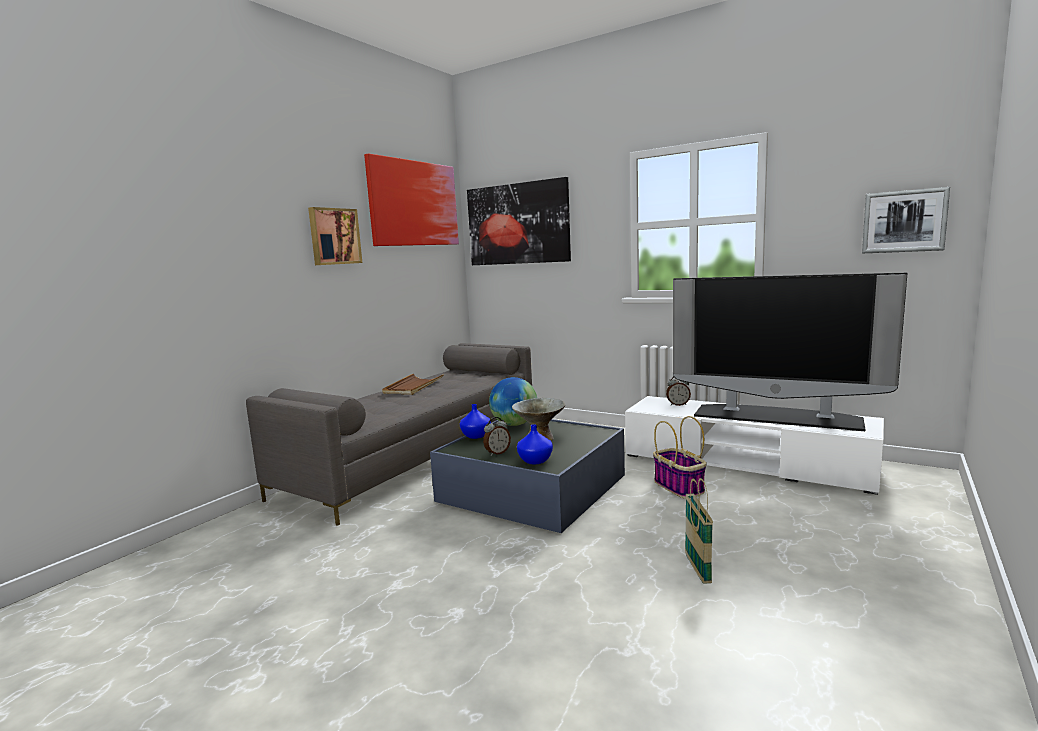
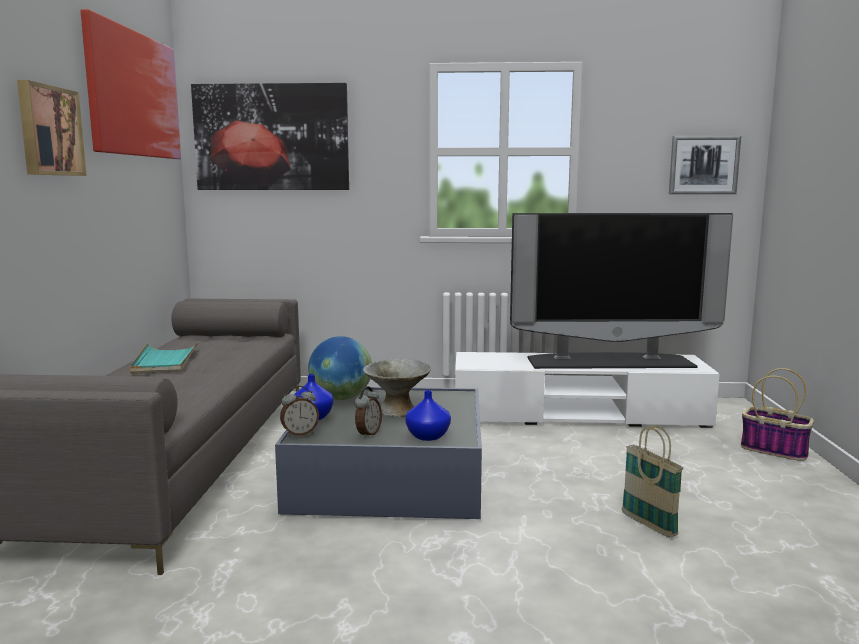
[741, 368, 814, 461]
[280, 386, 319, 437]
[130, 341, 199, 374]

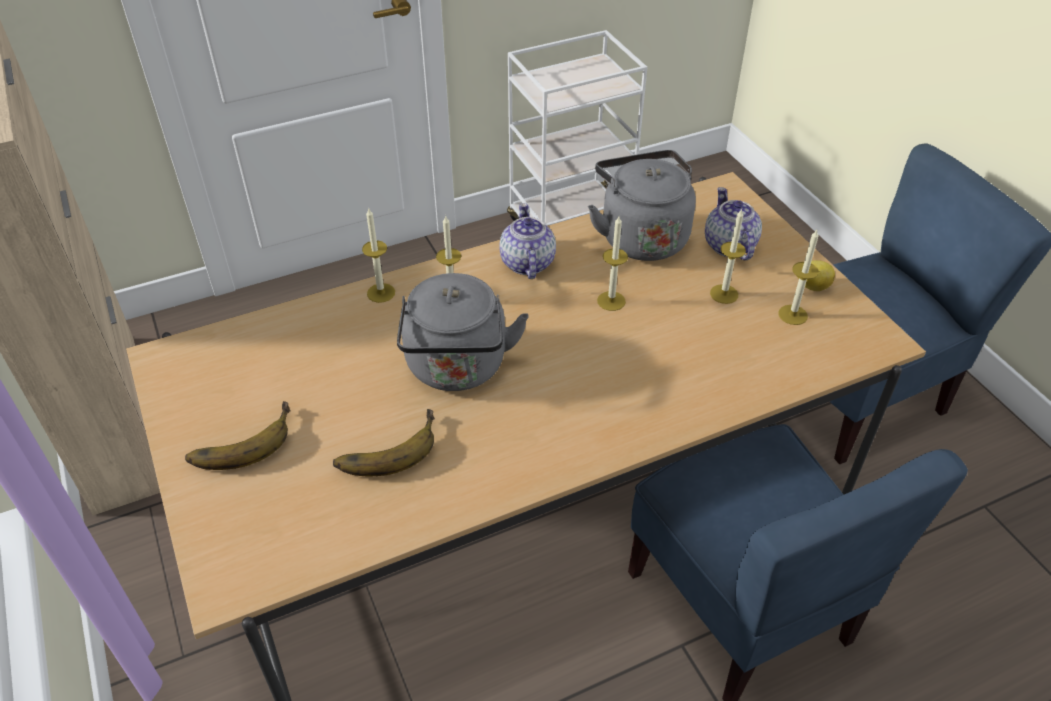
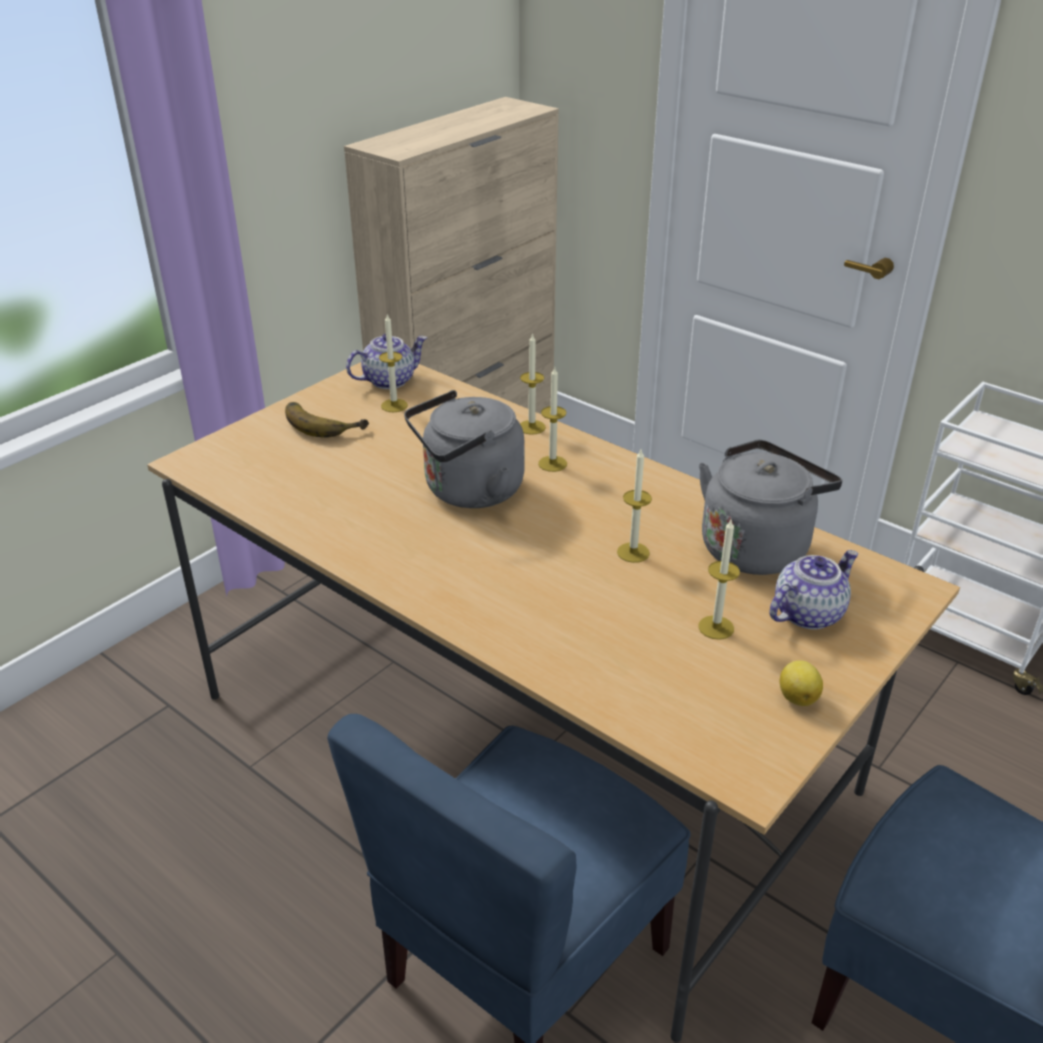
[333, 409, 435, 477] (first image)
[346, 333, 427, 389]
[379, 313, 408, 412]

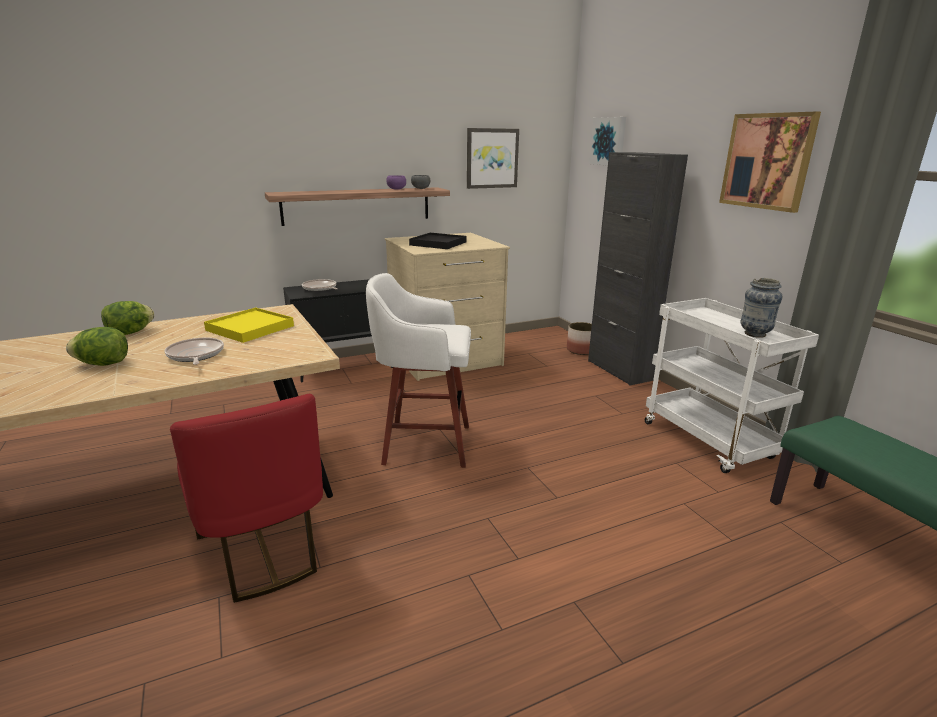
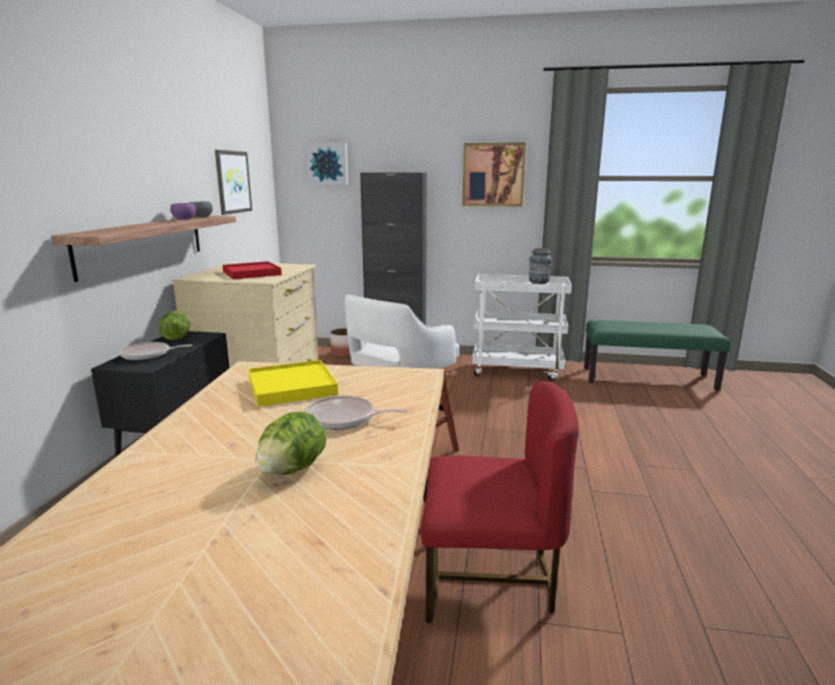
[159, 311, 190, 340]
[222, 261, 282, 279]

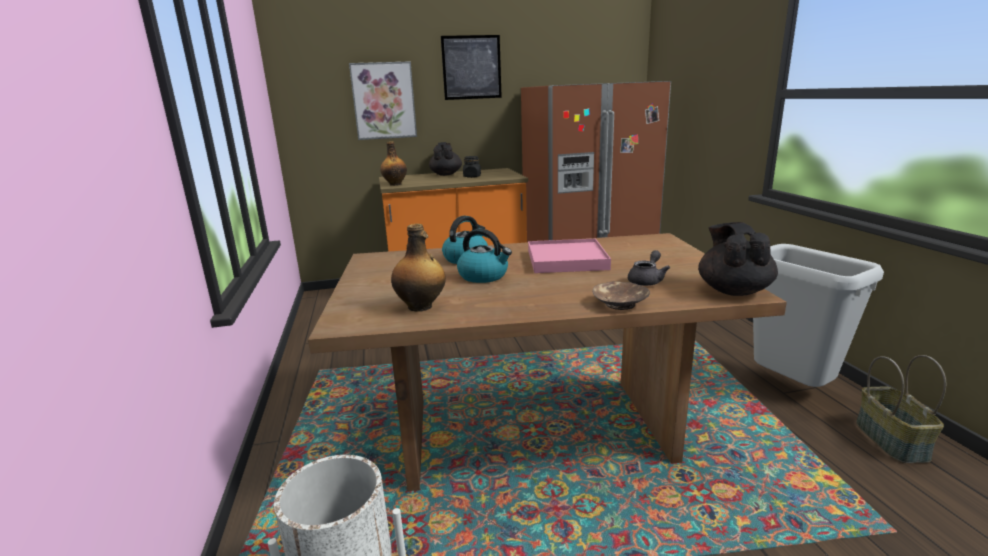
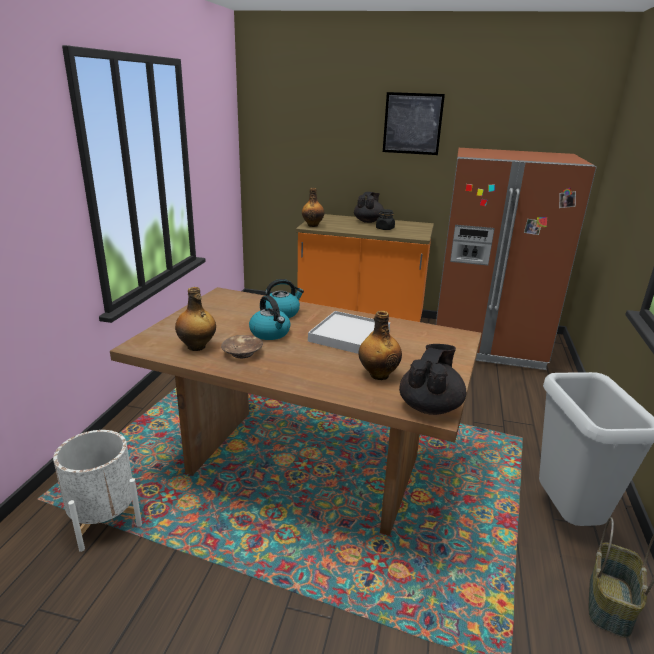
[349, 61, 417, 140] (first image)
[221, 335, 263, 358]
[358, 311, 402, 380]
[308, 311, 390, 354]

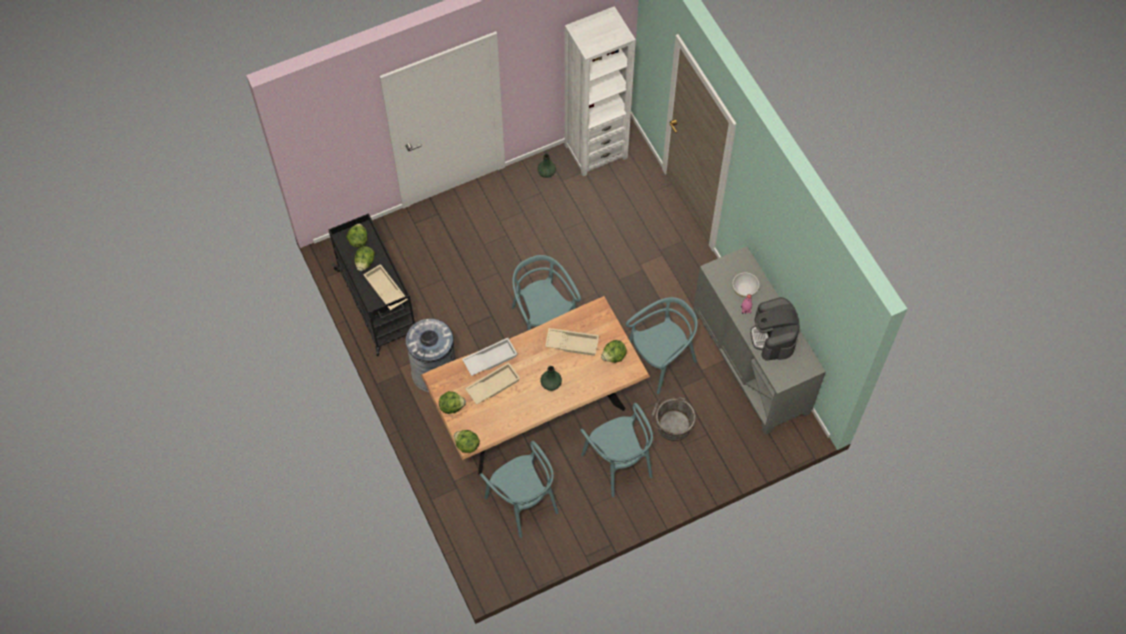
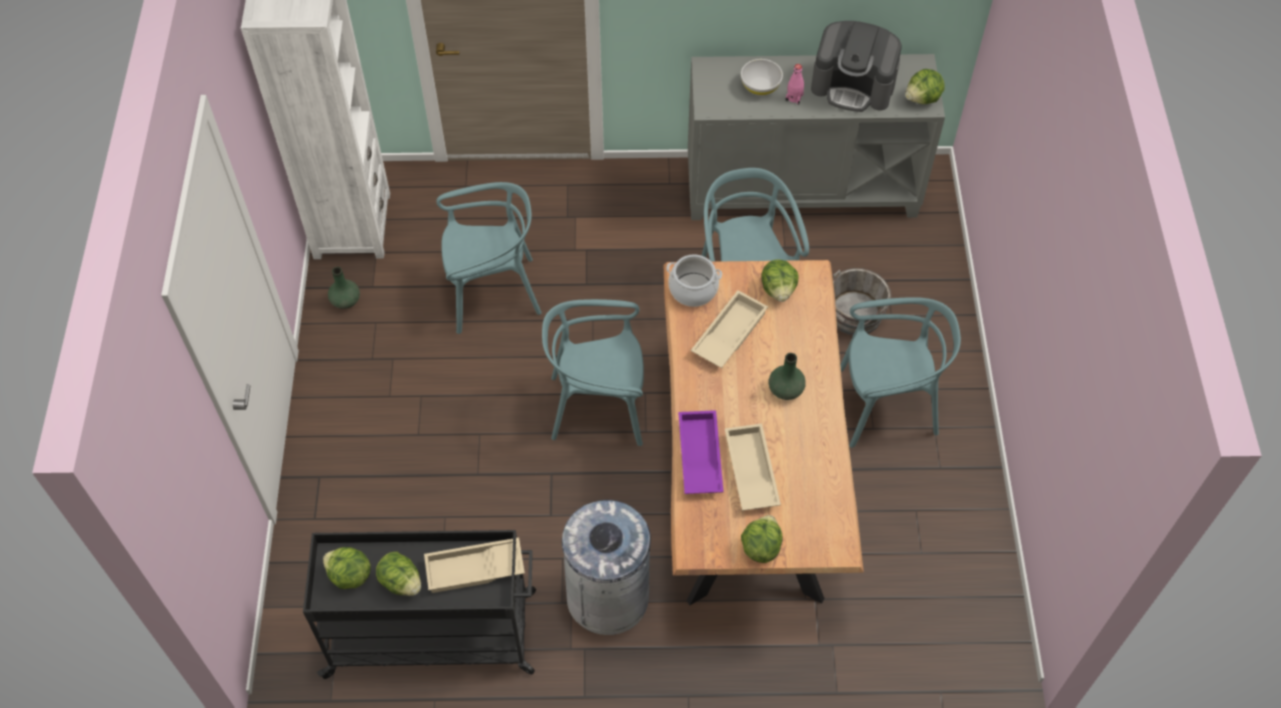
[667, 254, 722, 307]
[905, 69, 945, 104]
[436, 182, 542, 334]
[678, 410, 724, 494]

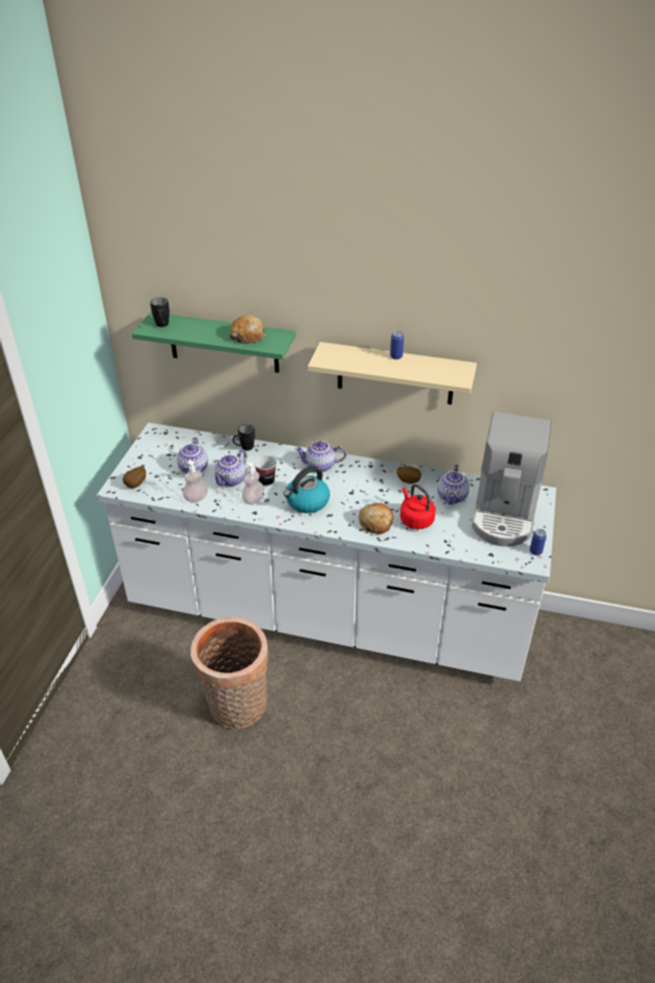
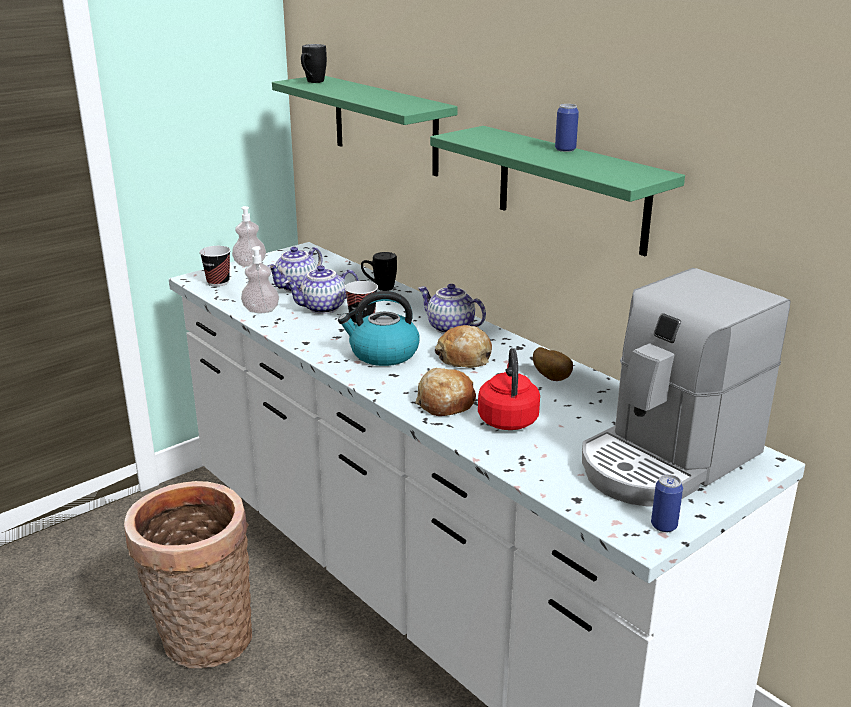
[437, 464, 470, 505] (first image)
[435, 325, 492, 368]
[232, 206, 266, 267]
[199, 246, 231, 286]
[430, 126, 685, 256]

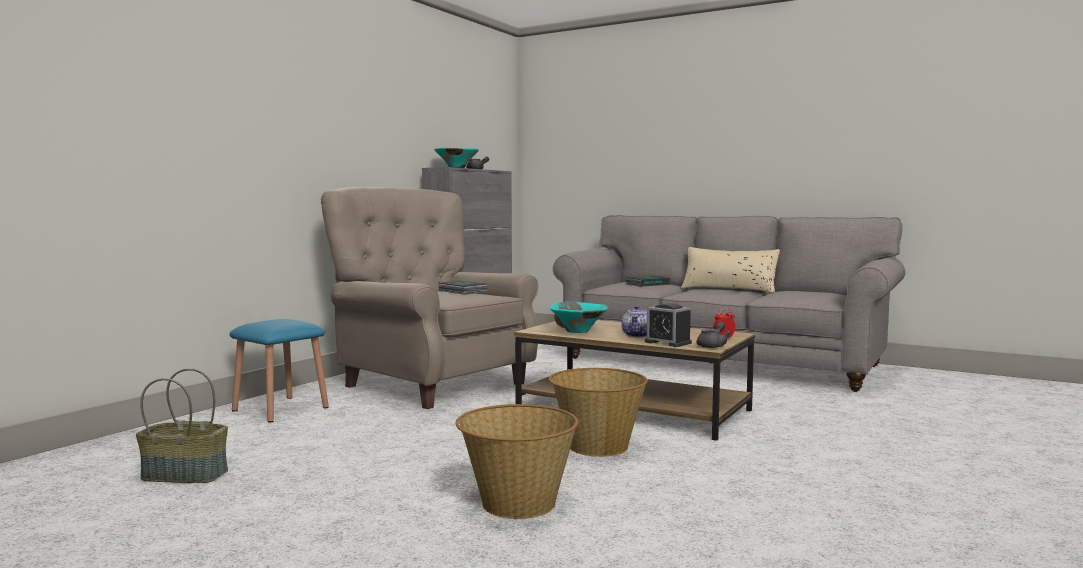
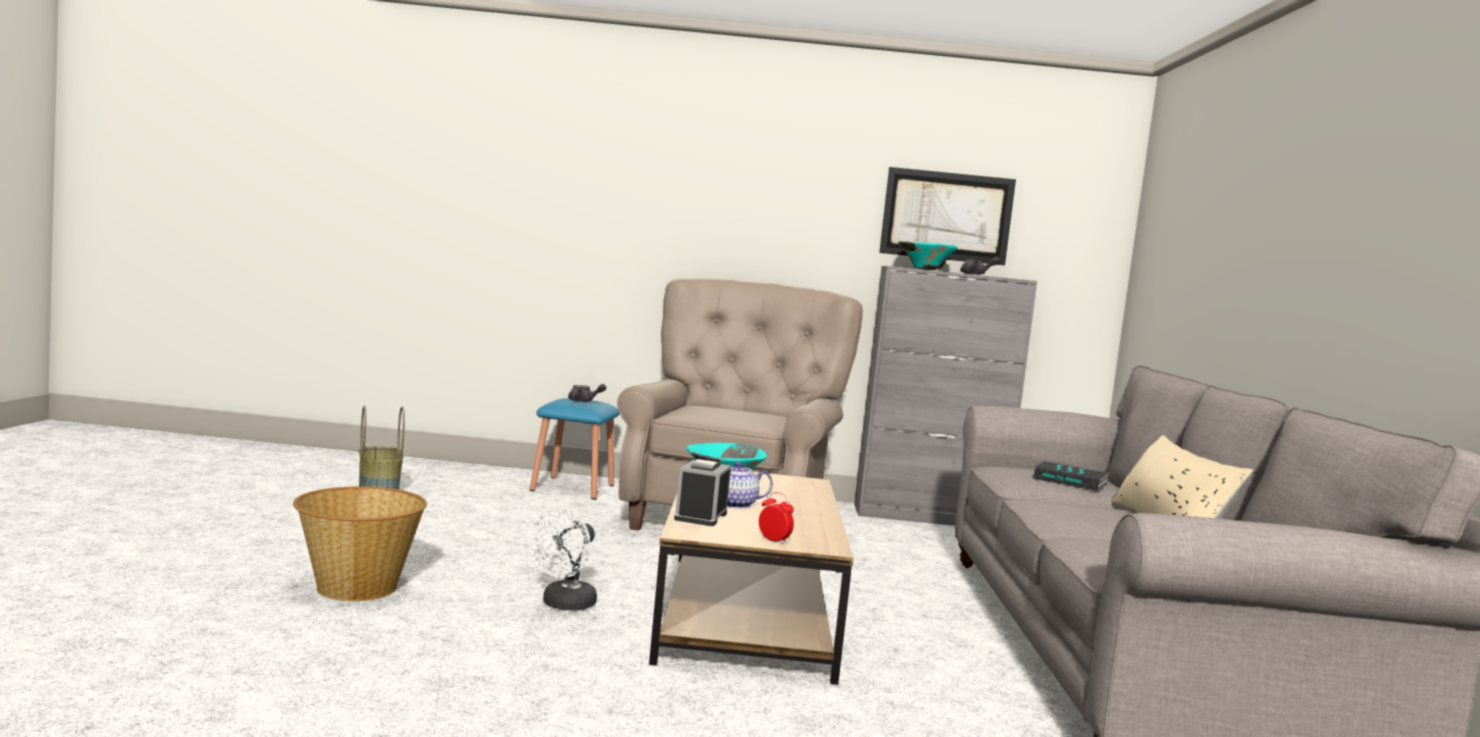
[438, 280, 487, 295] (first image)
[879, 167, 1016, 265]
[568, 384, 606, 402]
[529, 507, 597, 610]

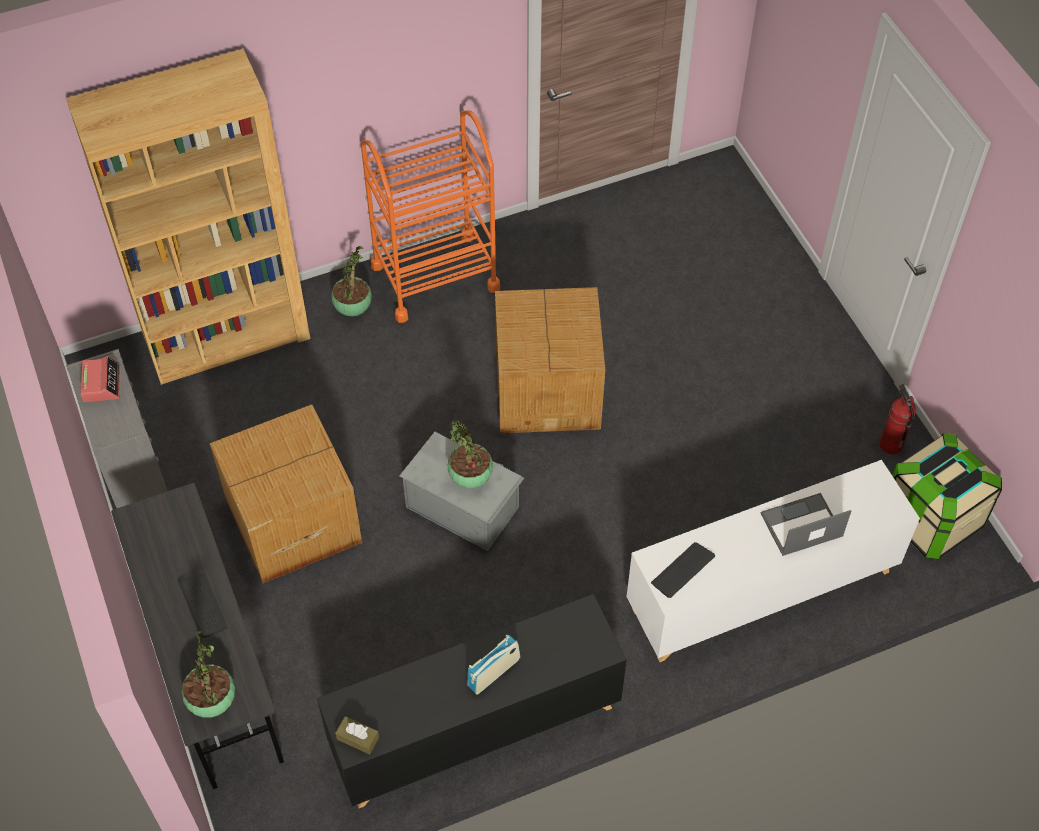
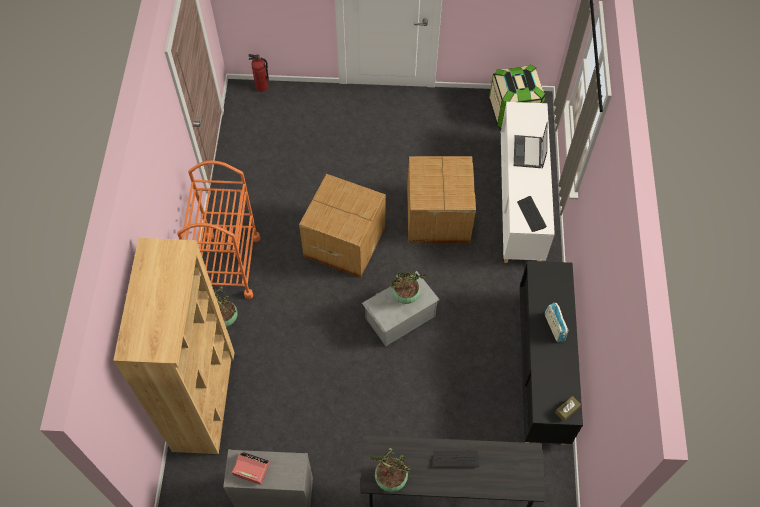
[369, 448, 411, 492]
[407, 156, 476, 243]
[249, 54, 269, 92]

